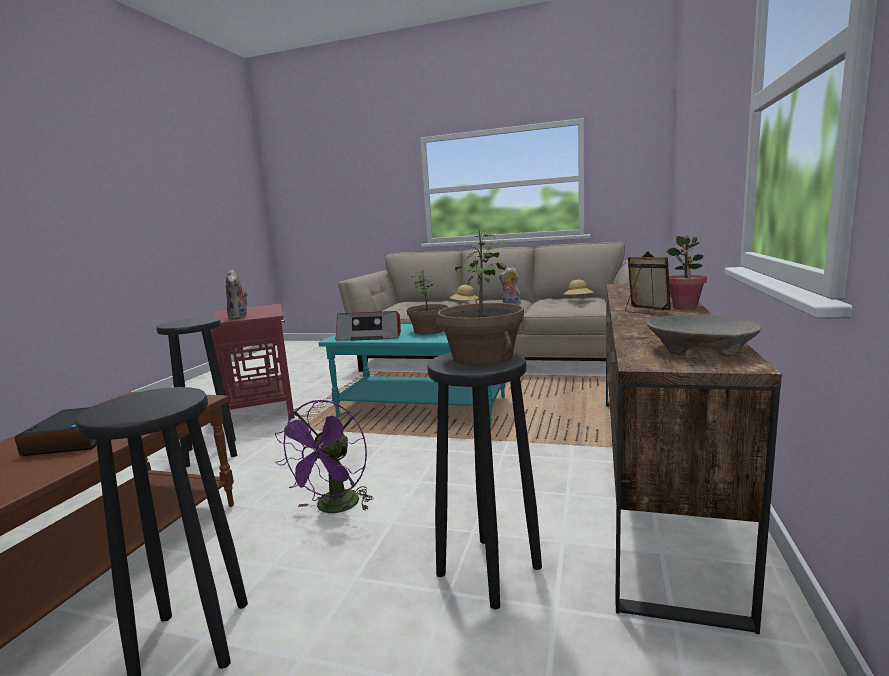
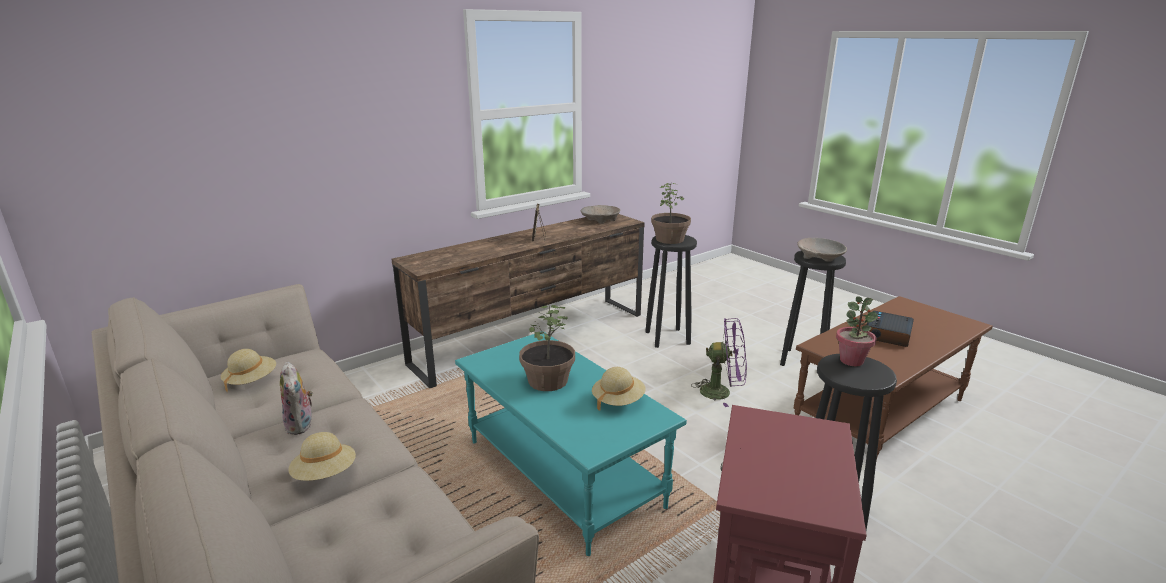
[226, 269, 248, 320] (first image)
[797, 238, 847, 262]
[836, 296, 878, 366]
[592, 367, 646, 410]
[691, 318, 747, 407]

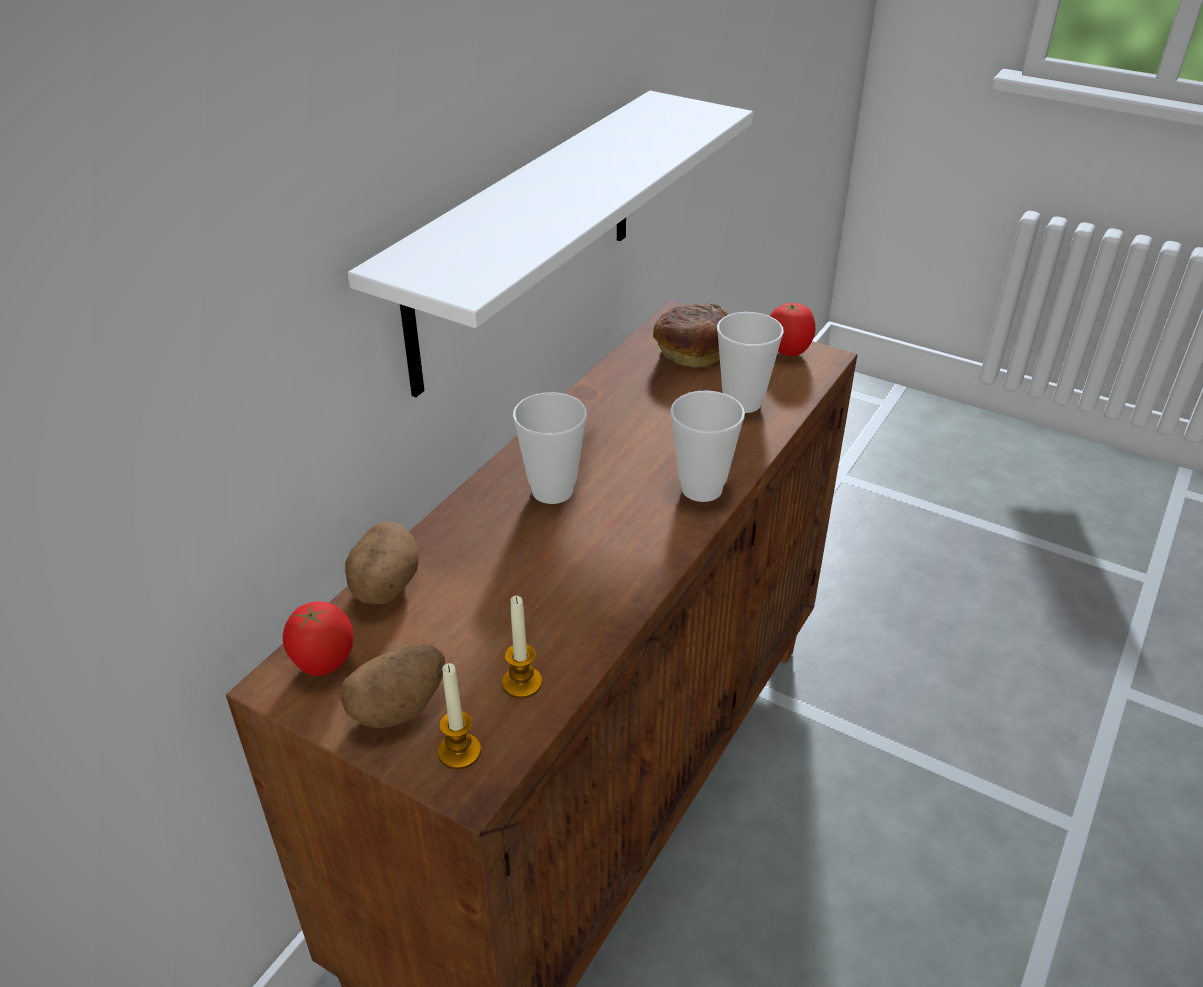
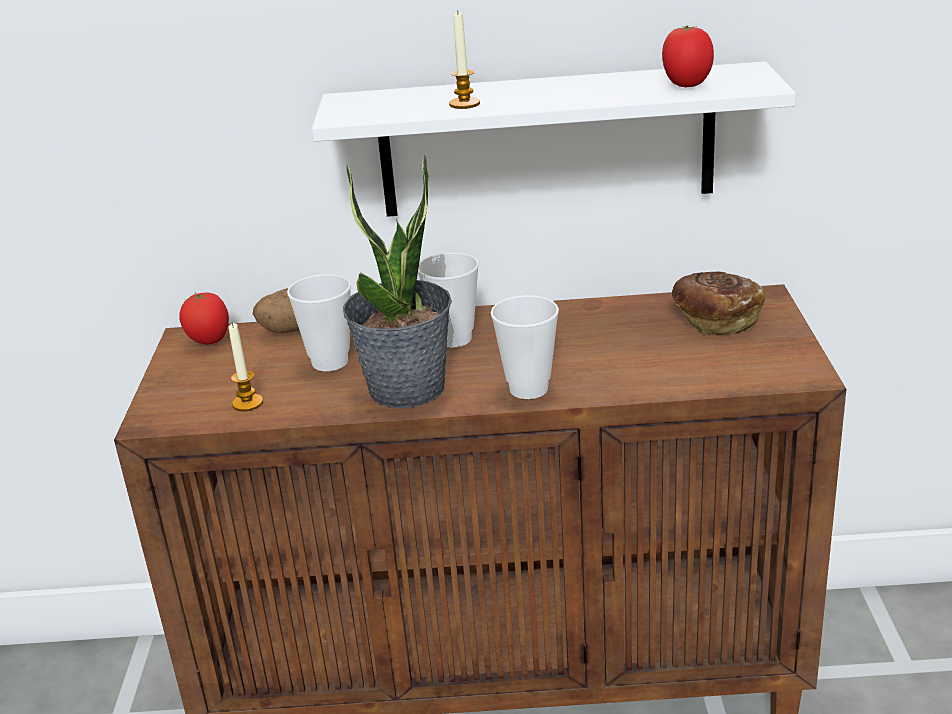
[340, 644, 445, 728] (first image)
[343, 155, 452, 408]
[449, 10, 480, 109]
[287, 274, 351, 371]
[662, 25, 714, 87]

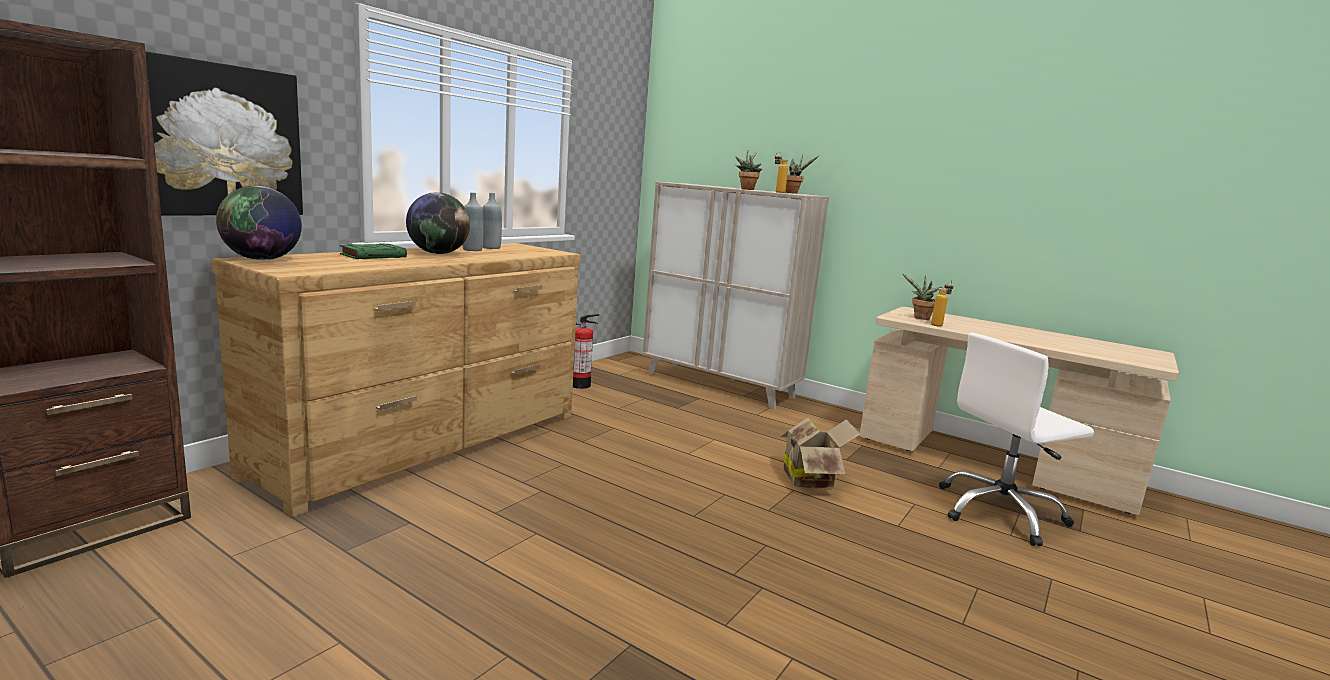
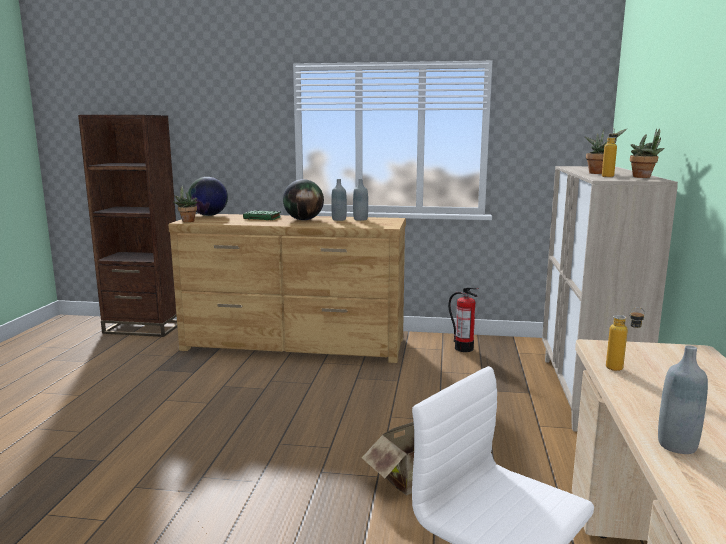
[145, 51, 303, 216] (first image)
[658, 346, 708, 454]
[173, 185, 197, 222]

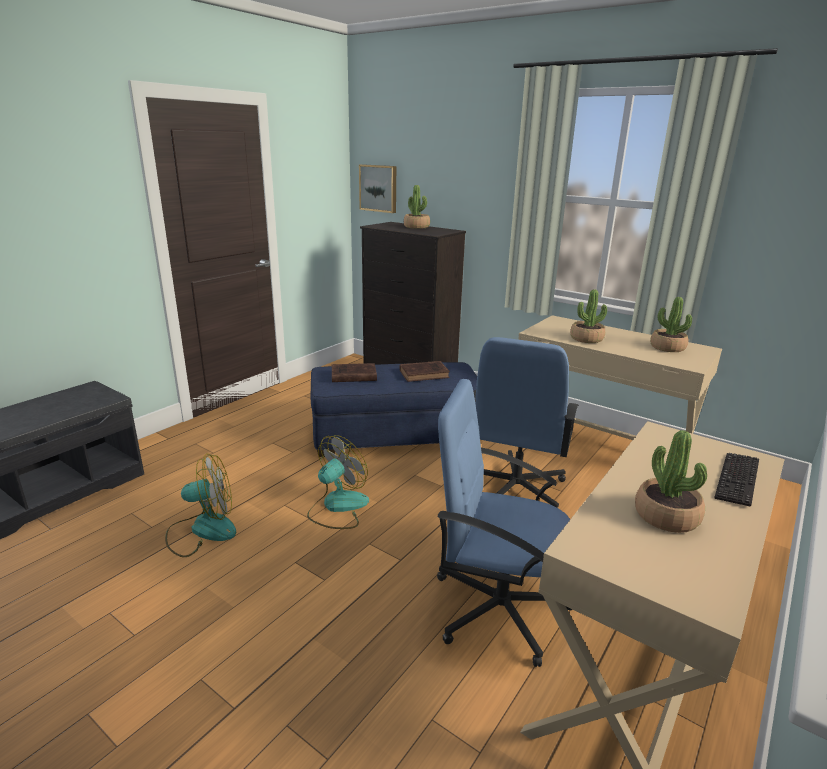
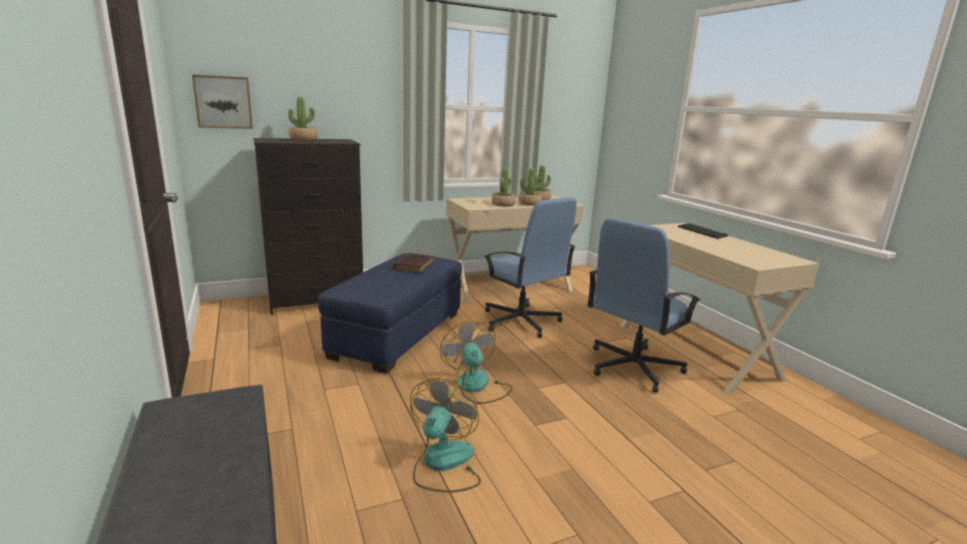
[332, 363, 377, 382] (first image)
[519, 168, 542, 206]

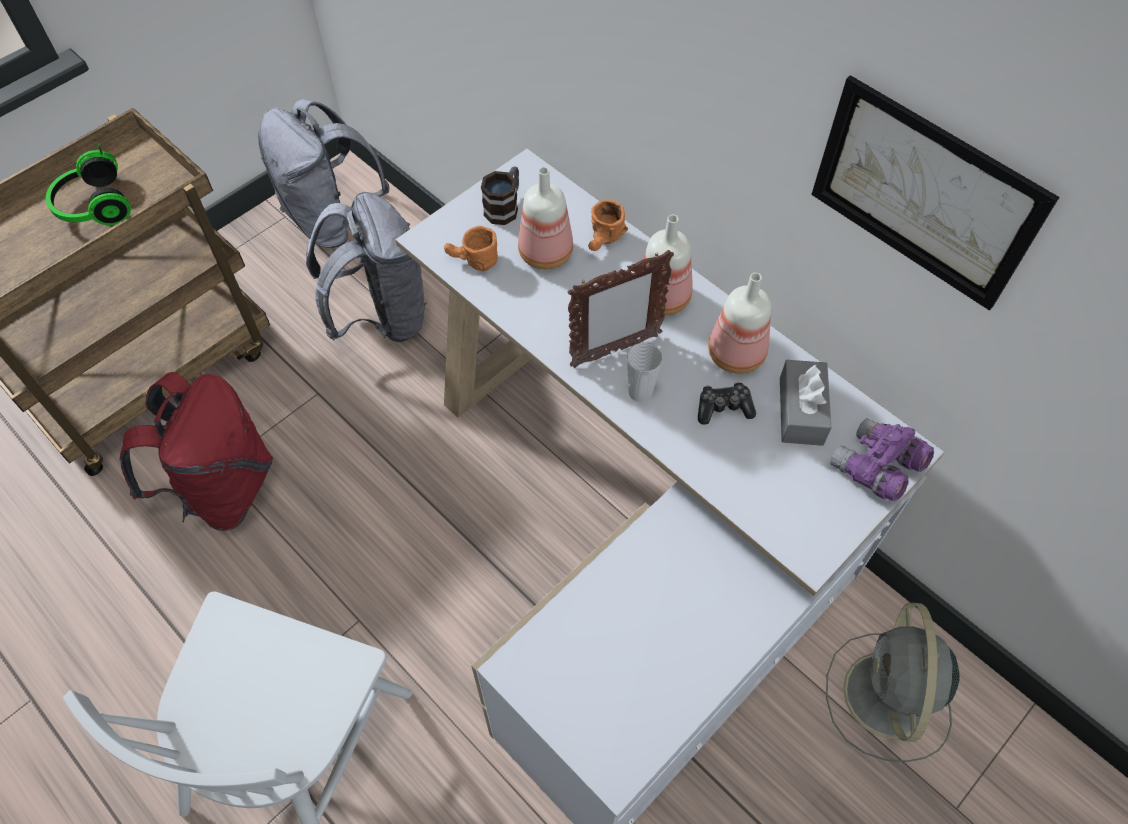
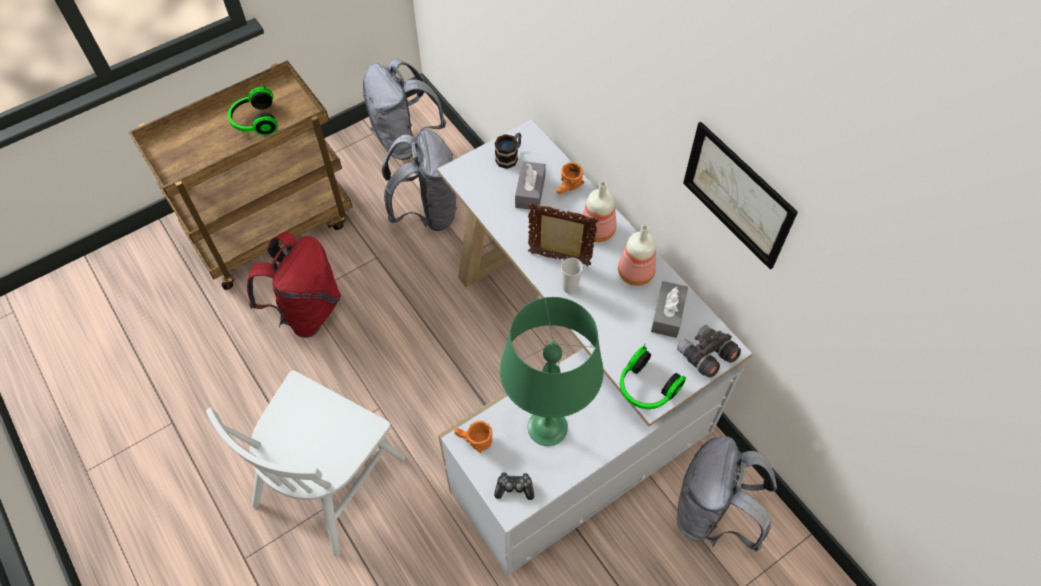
[500, 297, 604, 446]
[620, 344, 686, 409]
[454, 421, 492, 453]
[494, 472, 534, 500]
[515, 161, 546, 210]
[677, 436, 777, 552]
[677, 325, 741, 378]
[528, 203, 598, 266]

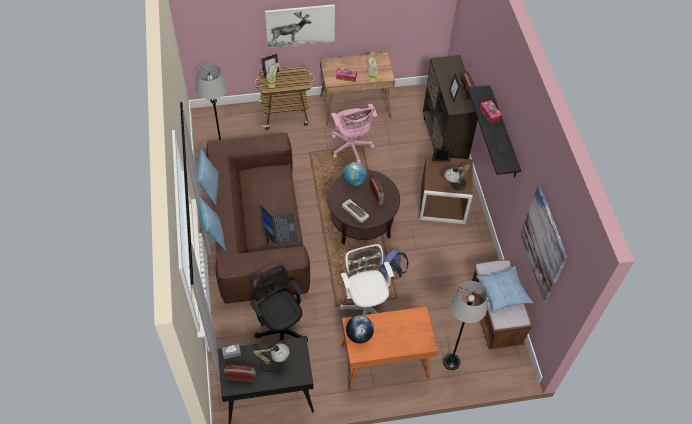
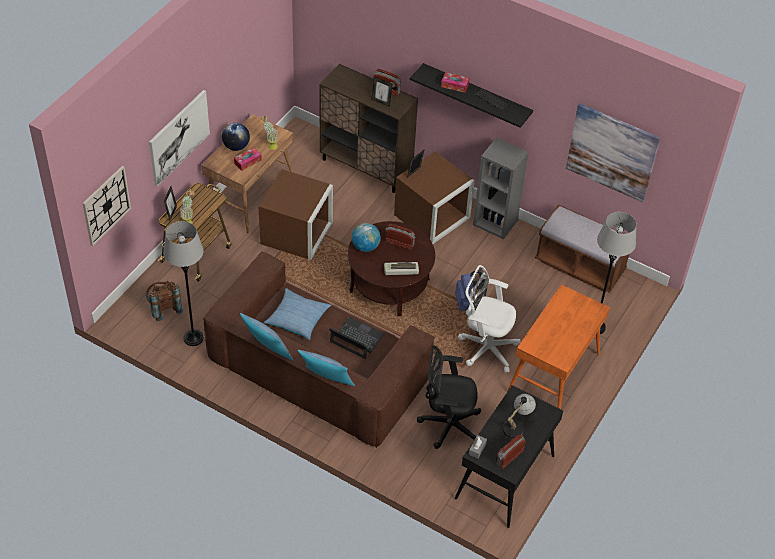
[444, 164, 471, 190] (first image)
[83, 166, 131, 246]
[146, 281, 184, 321]
[473, 138, 529, 239]
[222, 123, 250, 151]
[264, 288, 331, 340]
[258, 169, 333, 260]

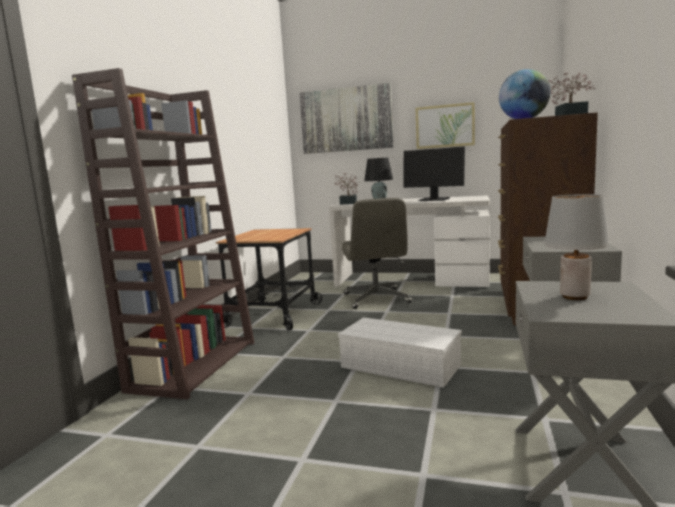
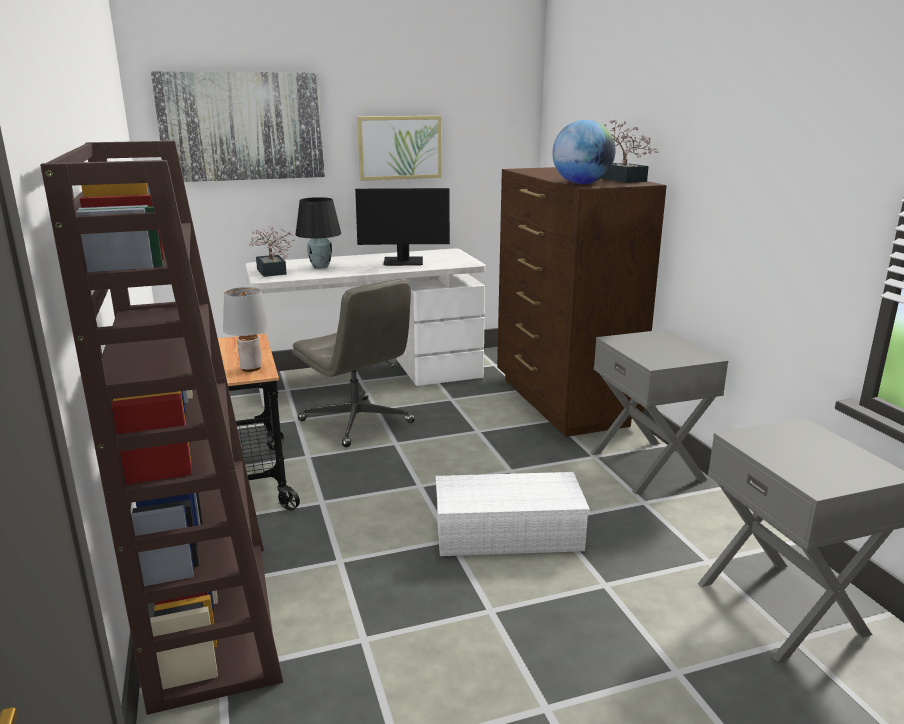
[223, 287, 270, 372]

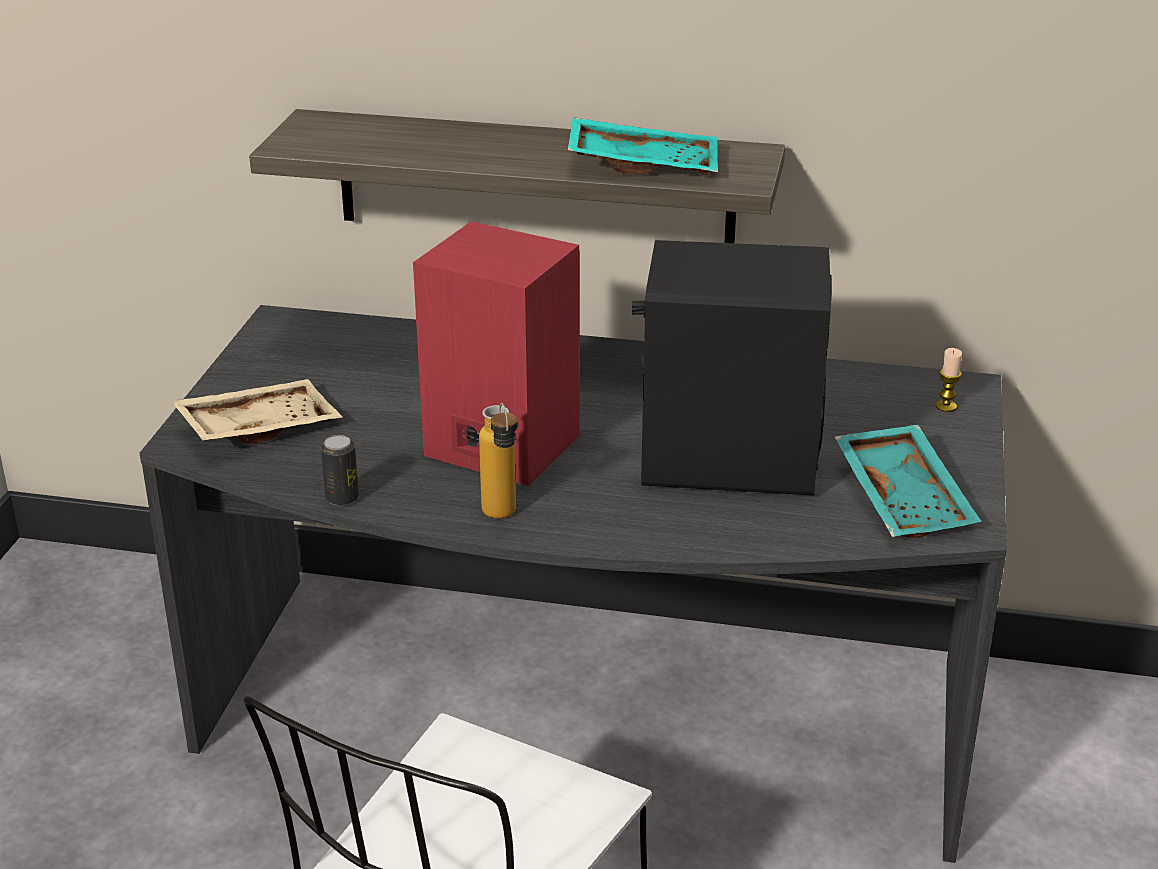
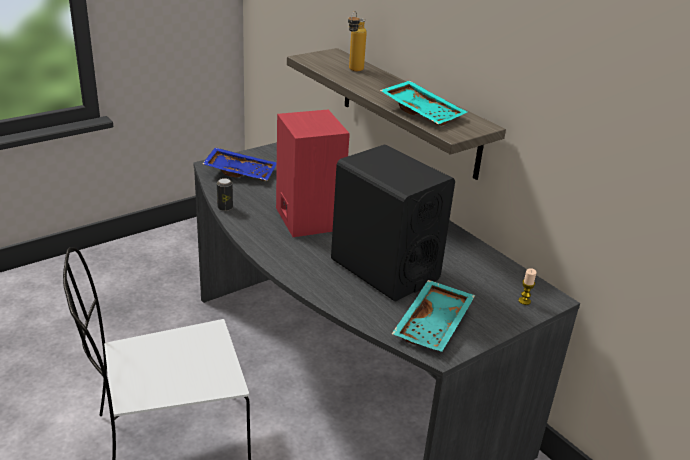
[348, 11, 367, 71]
[203, 147, 277, 181]

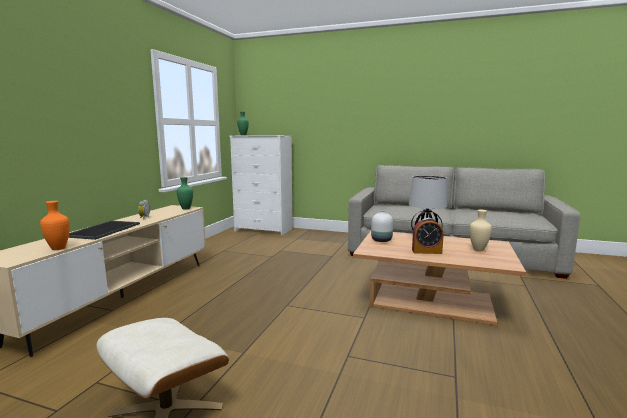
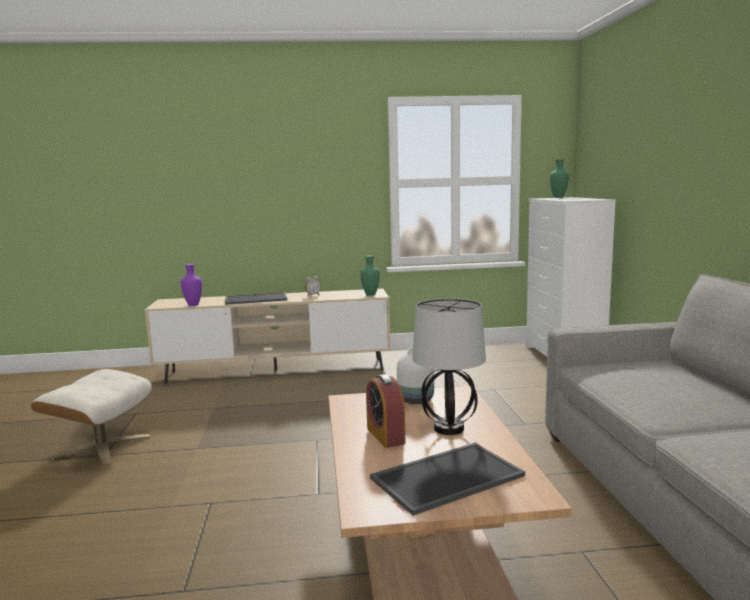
[370, 443, 525, 516]
[181, 264, 202, 306]

